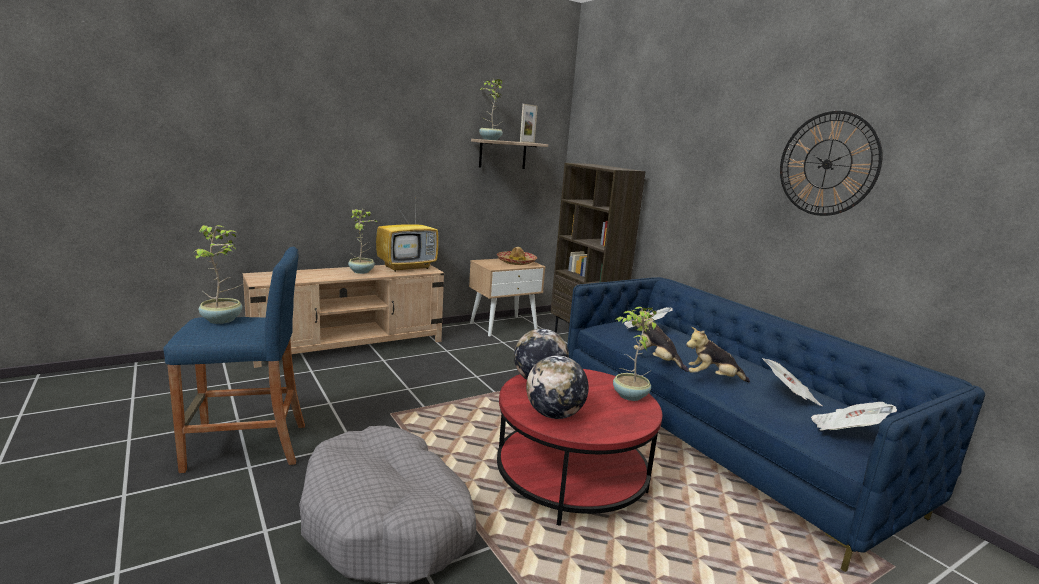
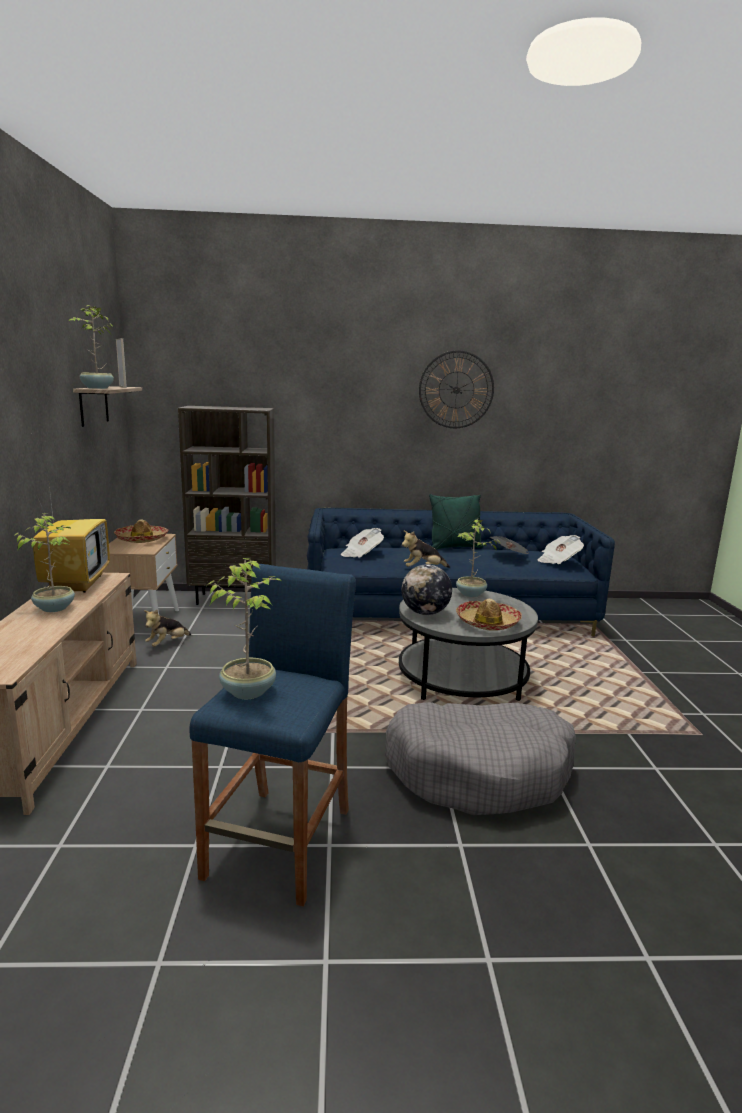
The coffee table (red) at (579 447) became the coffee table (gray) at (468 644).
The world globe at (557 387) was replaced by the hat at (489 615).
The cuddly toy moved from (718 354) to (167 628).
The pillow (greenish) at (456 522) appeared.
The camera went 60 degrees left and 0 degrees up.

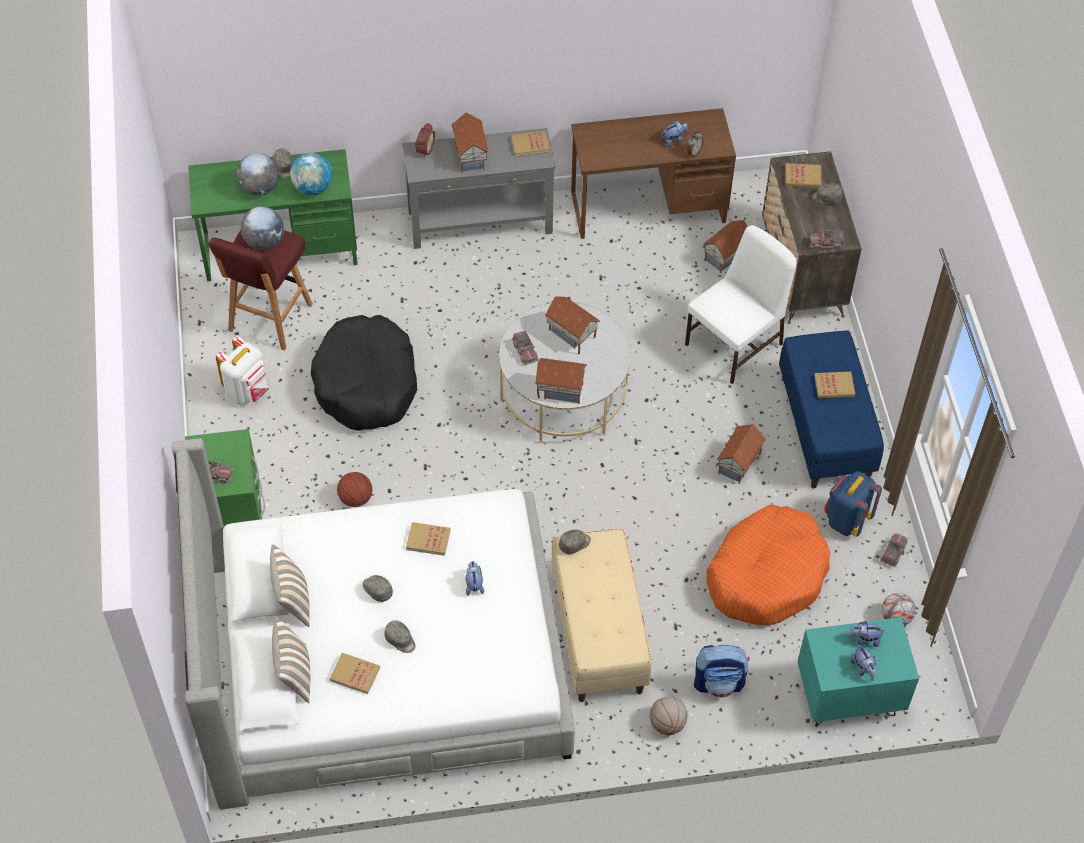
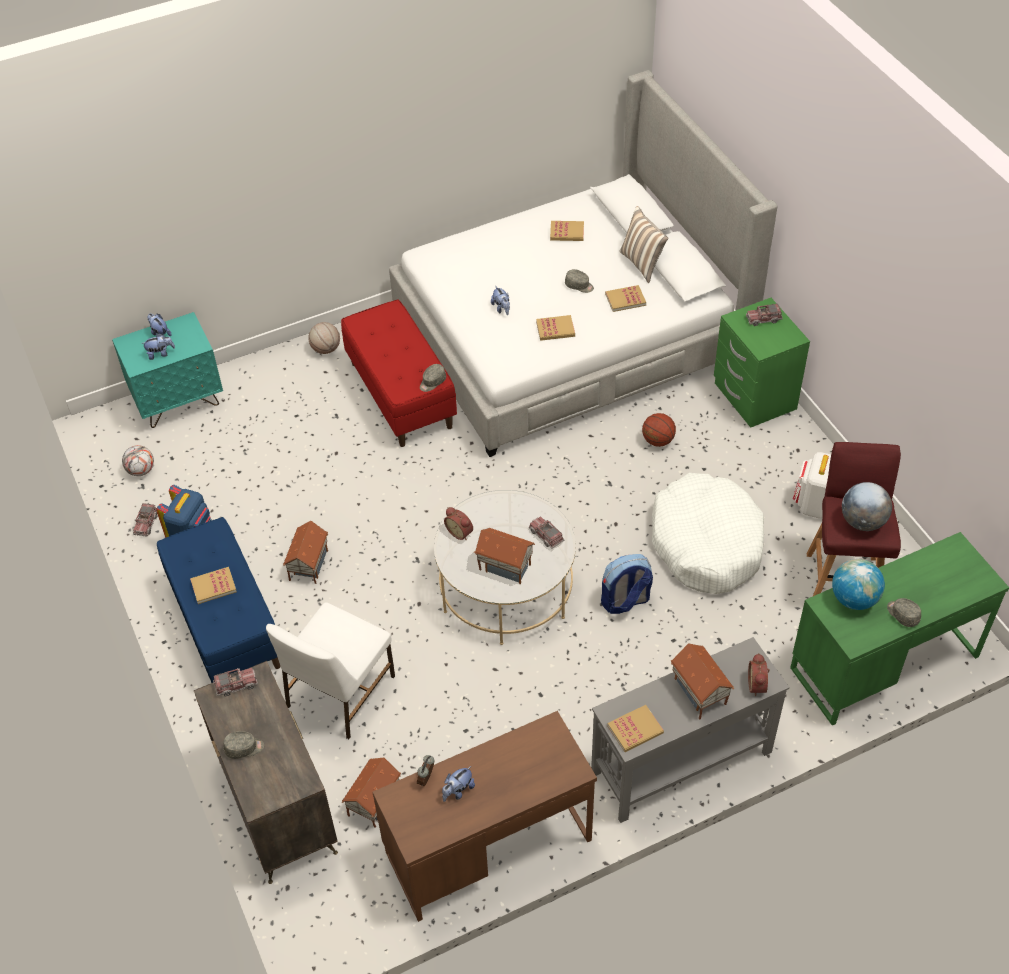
The world globe at (257 174) disappeared.
The pillow at (291 660) disappeared.
The pet bed (black) at (364 373) became the pet bed (white) at (708 533).
The baseball cap (gray) at (400 637) disappeared.
The toy house at (560 381) disappeared.
The bench (beige) at (602 615) became the bench (red) at (399 373).
The backpack moved from (722 671) to (627 584).
The pet bed (orange-coloured) at (768 565) disappeared.
The volume moved from (803 175) to (625 298).
The bedside clock at (458 523) appeared.
The camera went 165 degrees right and 5 degrees down.

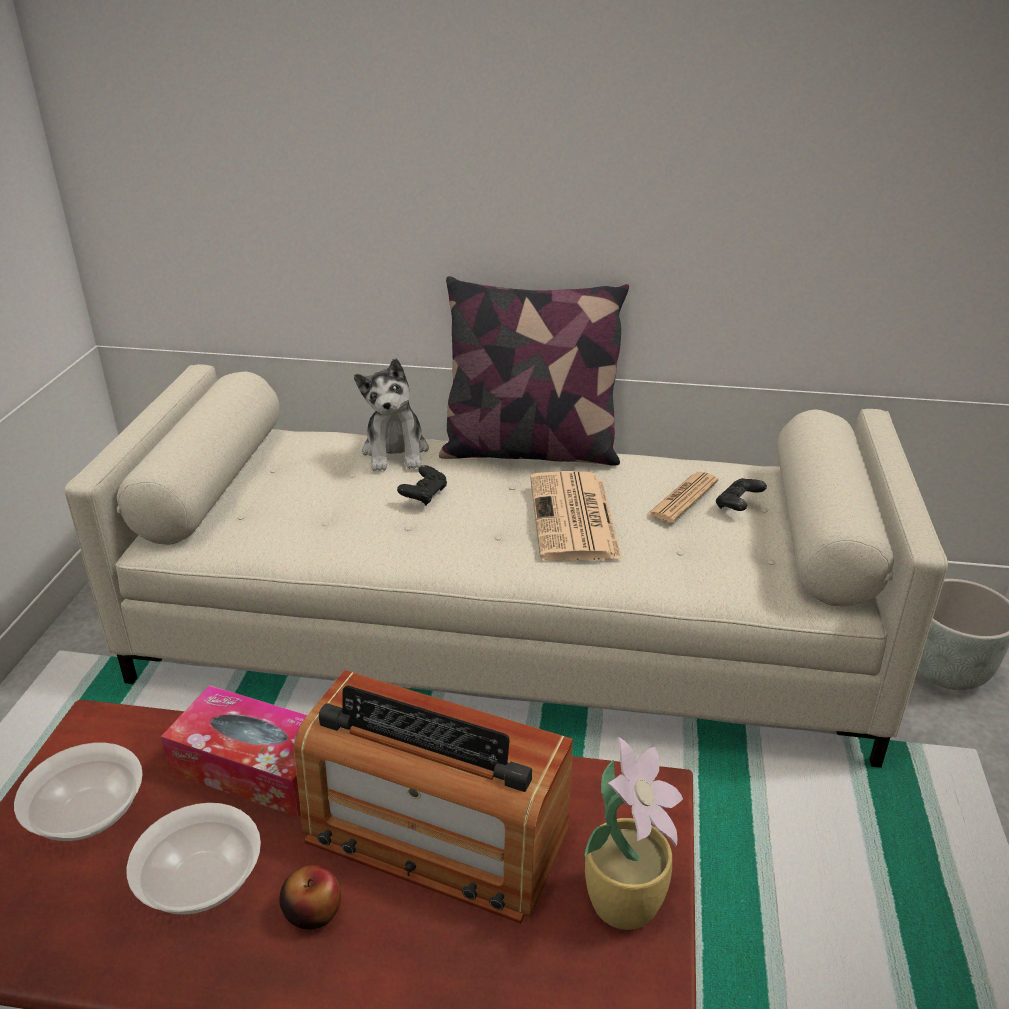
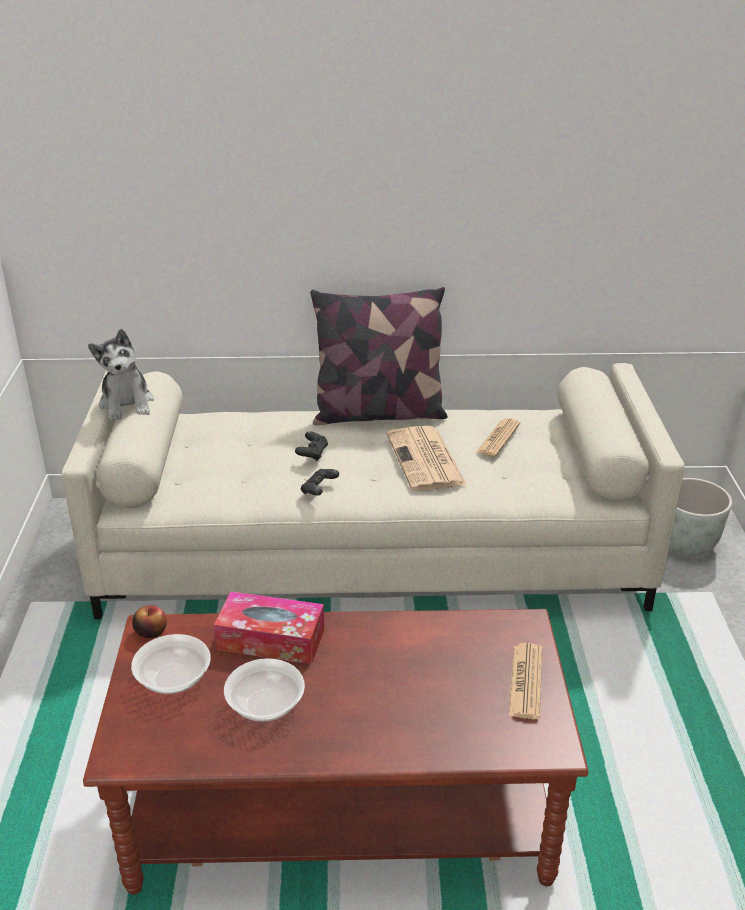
The whole apple moved from (310 897) to (149 621).
The radio receiver at (433 797) disappeared.
The cuddly toy moved from (391 414) to (121 375).
The houseplant at (634 833) was replaced by the printed paper at (525 681).
The joypad (black) moved from (741 494) to (320 482).
The camera went 10 degrees left and 0 degrees up.

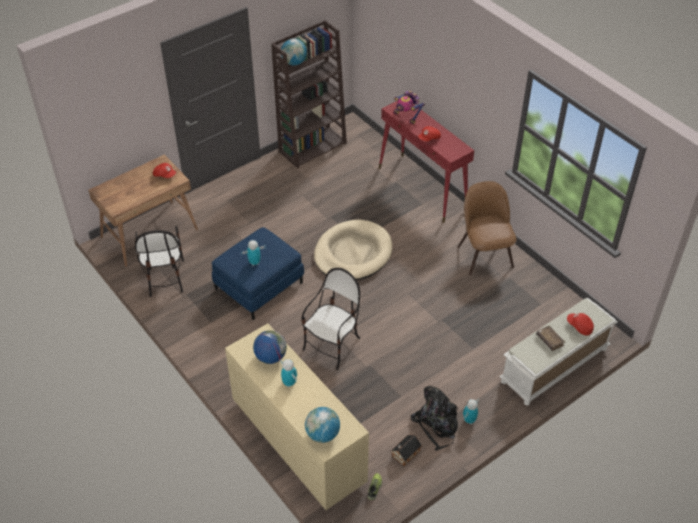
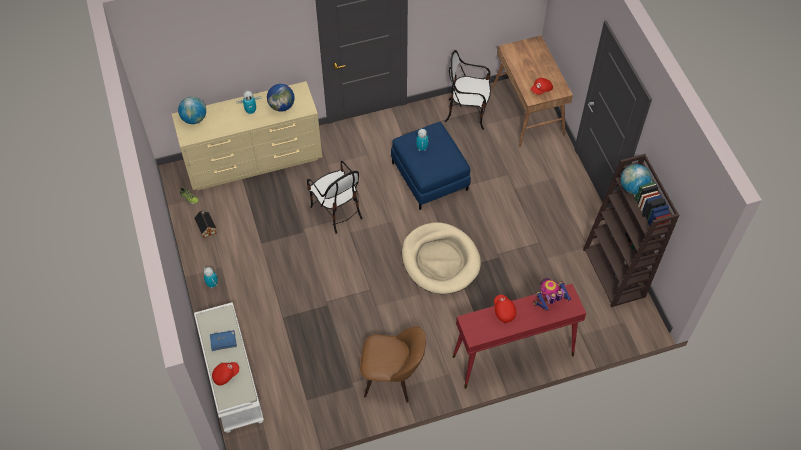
The backpack (black) at (435 418) disappeared.
The volume (brown) at (550 338) became the volume (blue-coloured) at (223 340).
The camera went 110 degrees right and 10 degrees up.

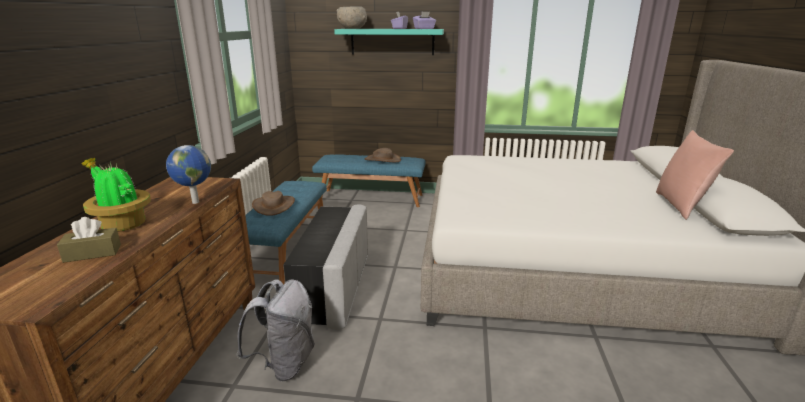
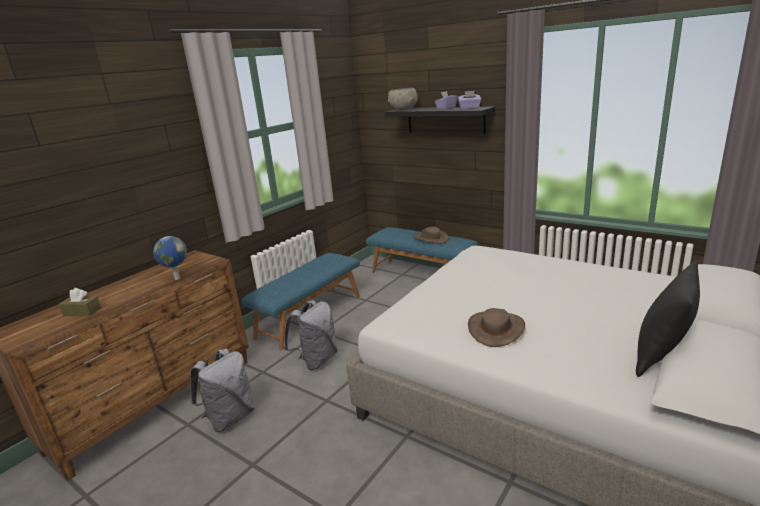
The houseplant at (116 195) disappeared.
The hat (brown) moved from (273 203) to (496 327).
The pouffe (gray) at (325 267) was replaced by the backpack (gray) at (311 335).
The wall shelf (turquoise) at (389 42) became the wall shelf (black) at (440 120).
The pillow (pink-coloured) at (695 175) became the pillow (black) at (668 319).
The camera went 30 degrees right and 0 degrees up.

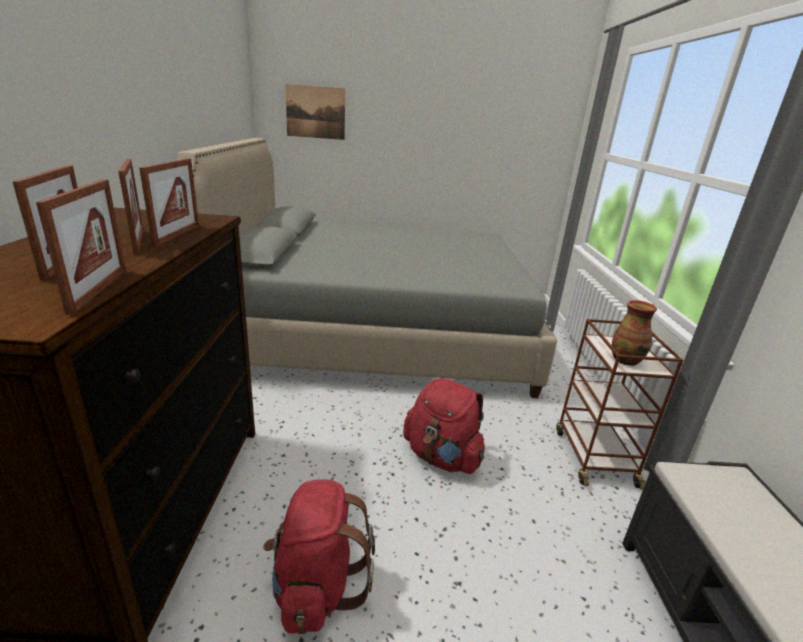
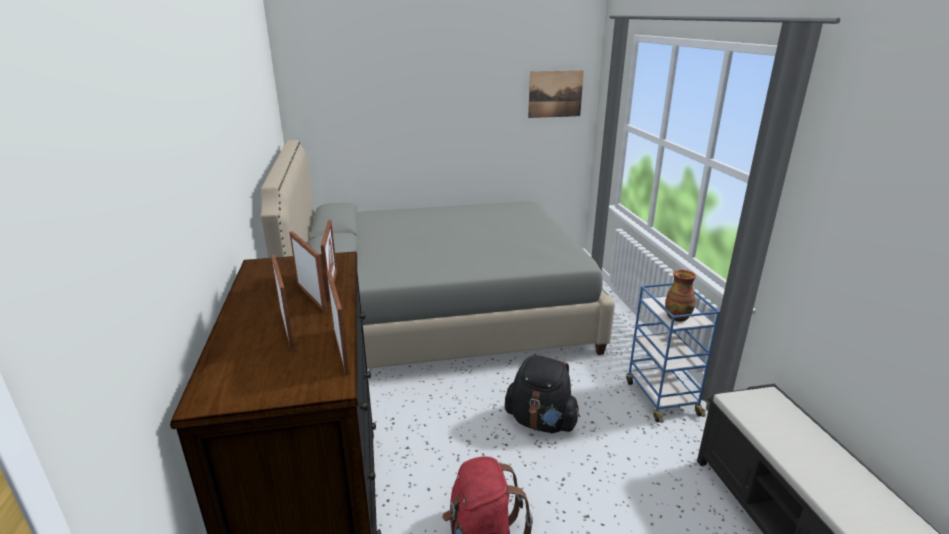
The wall art moved from (315 112) to (556 94).
The backpack (red) at (444 426) became the backpack (black) at (542 394).
The wheeled cart (brown) at (619 404) became the wheeled cart (blue-coloured) at (673 353).
The camera went 10 degrees left and 0 degrees up.

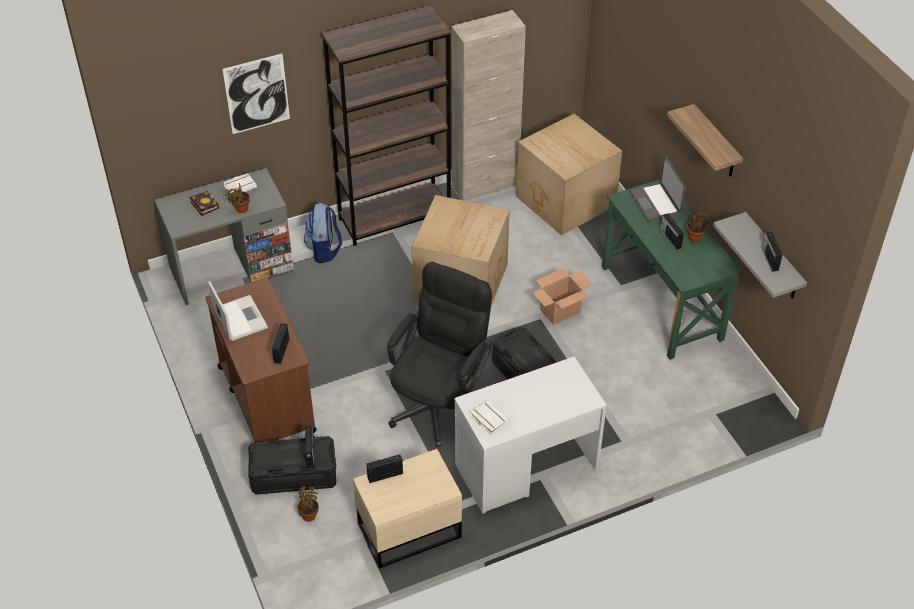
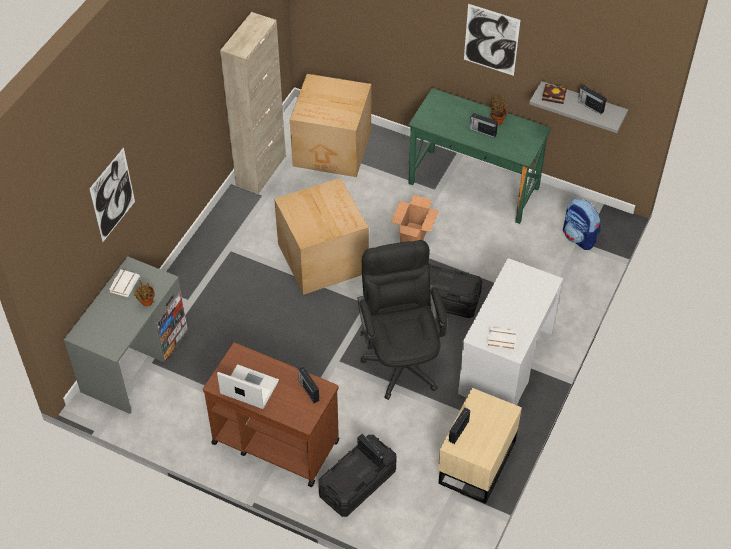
The volume moved from (204 203) to (554 94).
The houseplant at (308 504) disappeared.
The backpack moved from (323 233) to (582 224).
The bookshelf (brown) at (386 125) disappeared.
The portable computer at (657 189) disappeared.
The wall shelf at (705 140) was replaced by the wall art at (492 40).
The camera went 40 degrees left and 5 degrees up.

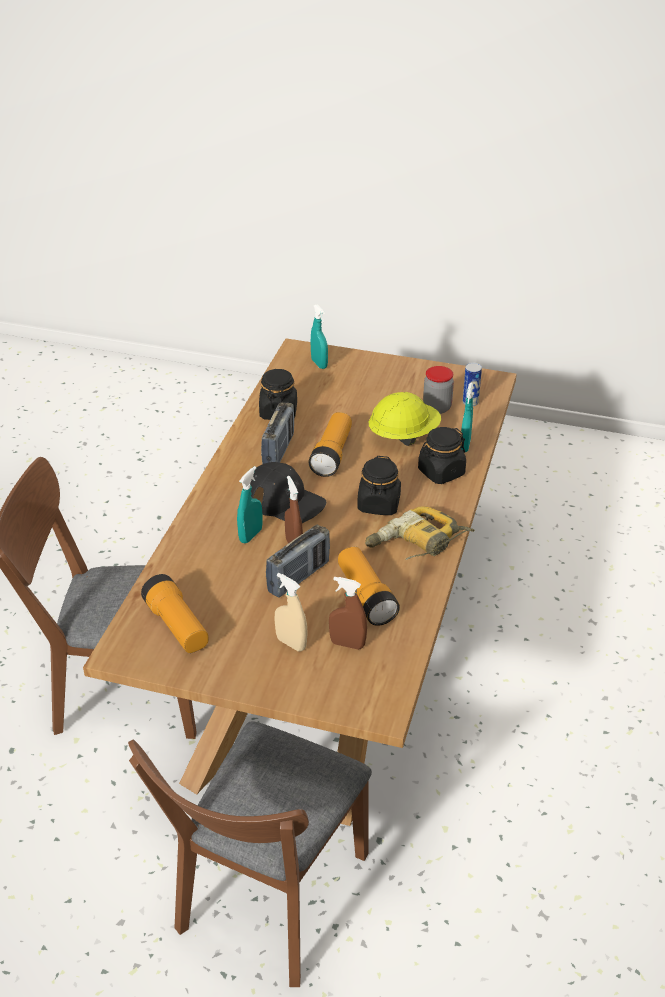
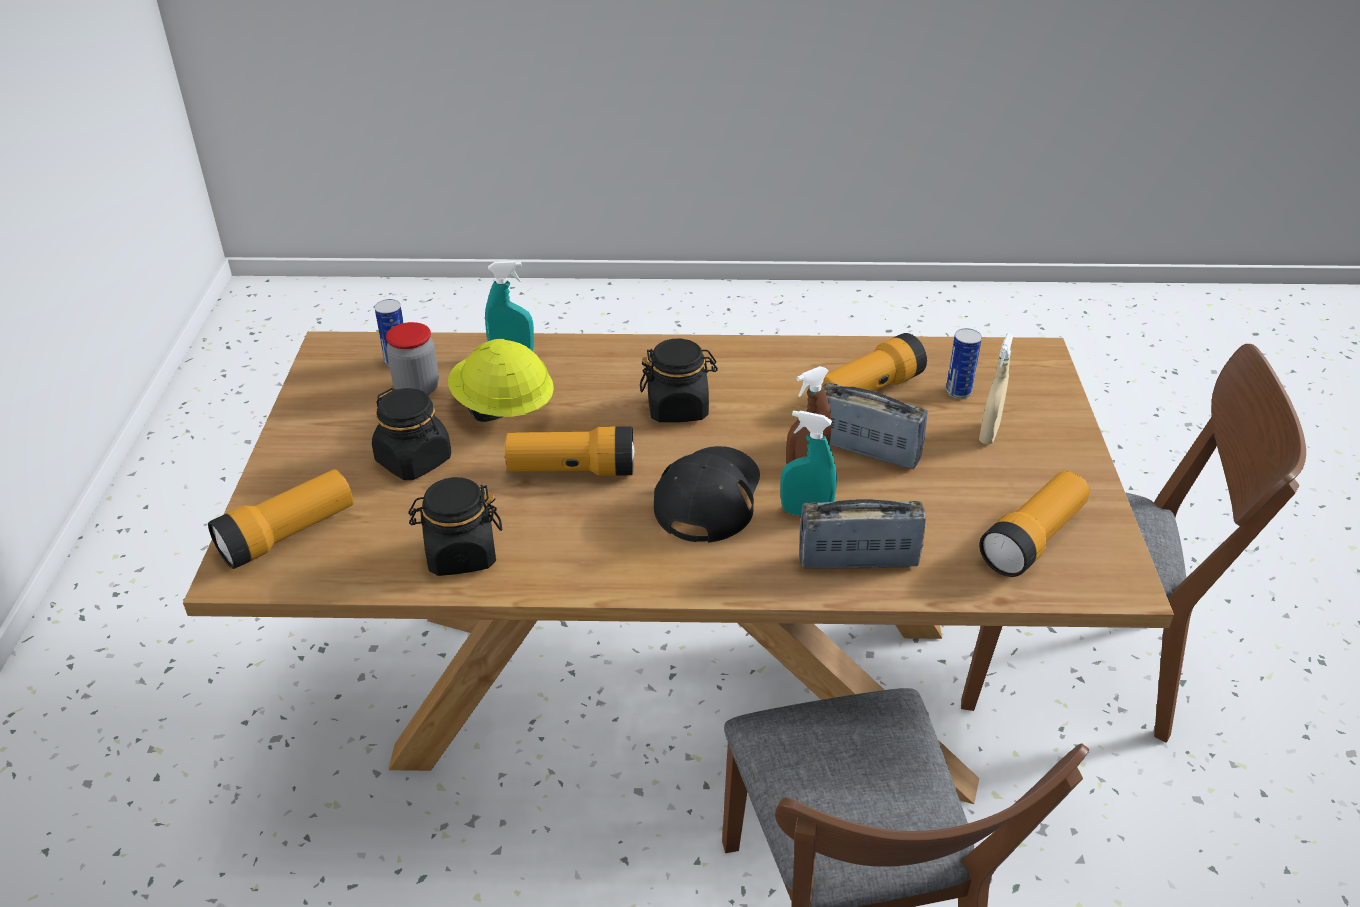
The radio receiver moved from (277 433) to (862 534).
The sprayer (turquoise) at (319 336) was replaced by the flashlight at (280 519).
The sprayer (brown) at (348 613) was replaced by the sealed can at (964 363).
The power drill at (420 533) disappeared.
The preserve jar (black) moved from (442 455) to (411 434).
The camera went 105 degrees left and 0 degrees up.

